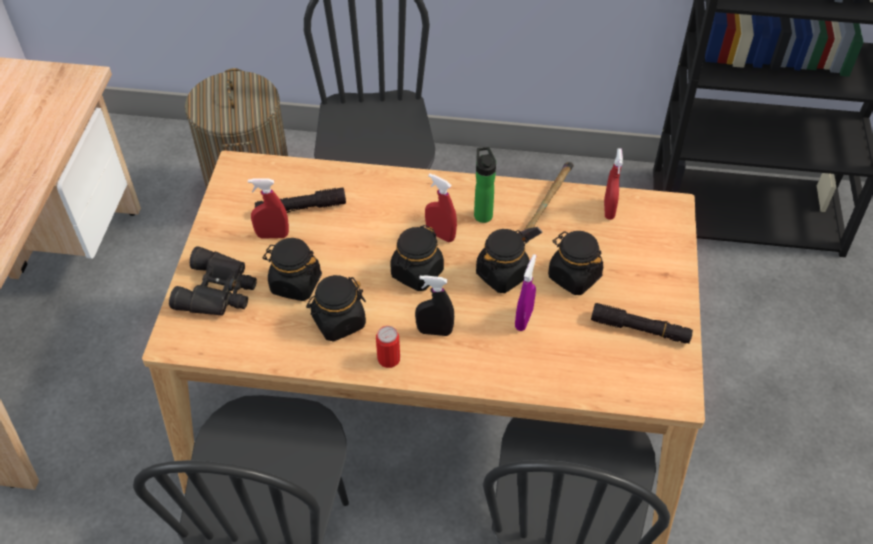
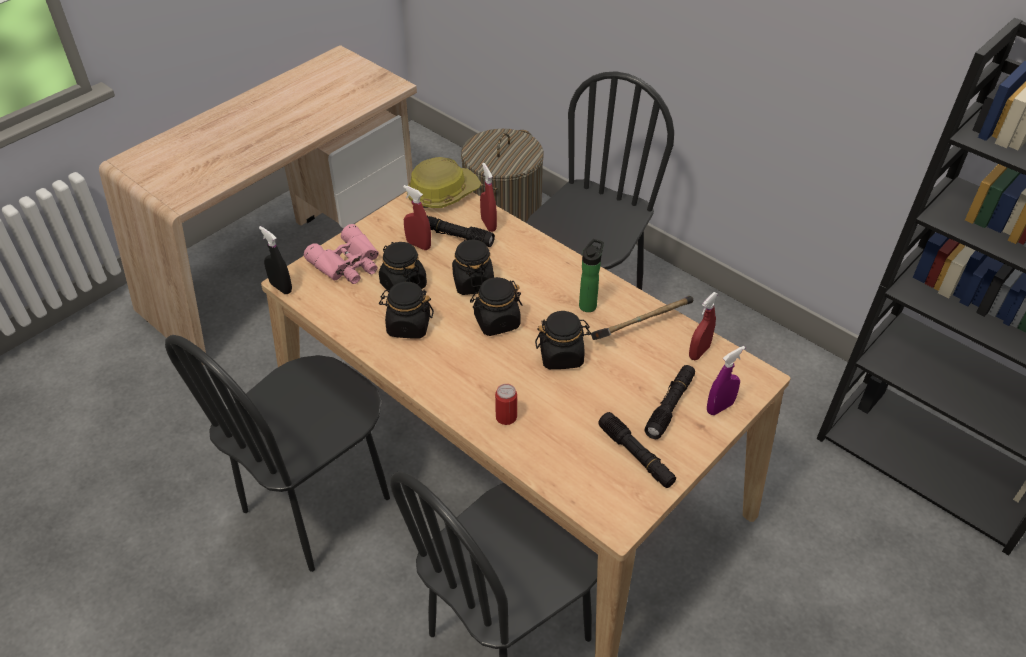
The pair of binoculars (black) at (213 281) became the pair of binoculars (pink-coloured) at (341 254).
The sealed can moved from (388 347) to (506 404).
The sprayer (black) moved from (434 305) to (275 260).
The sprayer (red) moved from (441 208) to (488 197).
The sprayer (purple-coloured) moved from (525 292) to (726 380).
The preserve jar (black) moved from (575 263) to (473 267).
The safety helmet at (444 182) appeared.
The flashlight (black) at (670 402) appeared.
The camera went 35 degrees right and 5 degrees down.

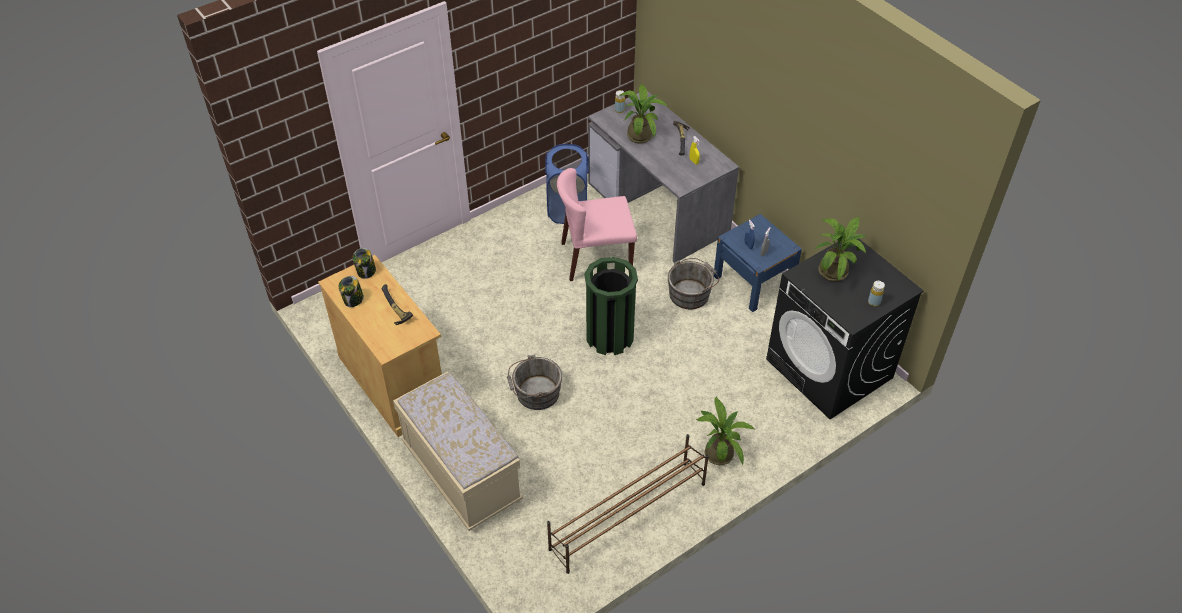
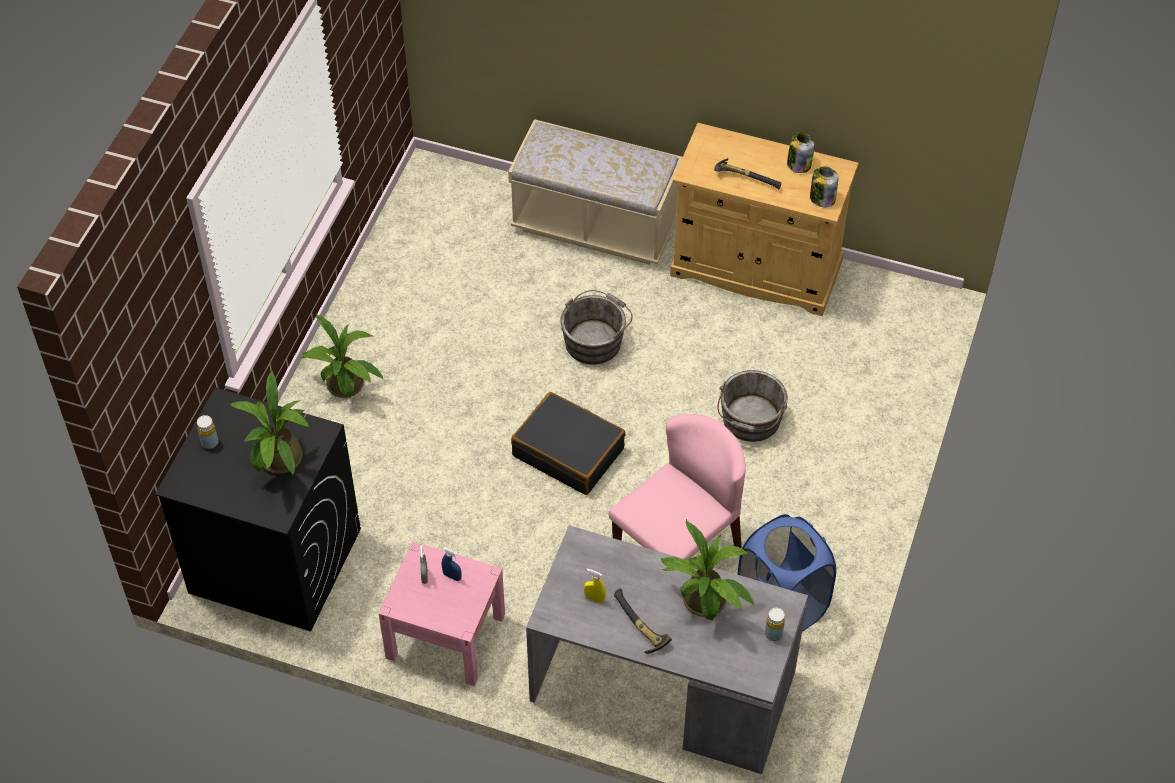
The shoe shelf (brown) at (628 504) disappeared.
The rubbish bin (greenish) at (611 306) was replaced by the piece of luggage (black) at (568 443).
The pail (gray) moved from (693 283) to (752 406).
The nightstand (blue-coloured) at (758 263) became the nightstand (pink-coloured) at (441 613).
The camera went 145 degrees right and 5 degrees up.

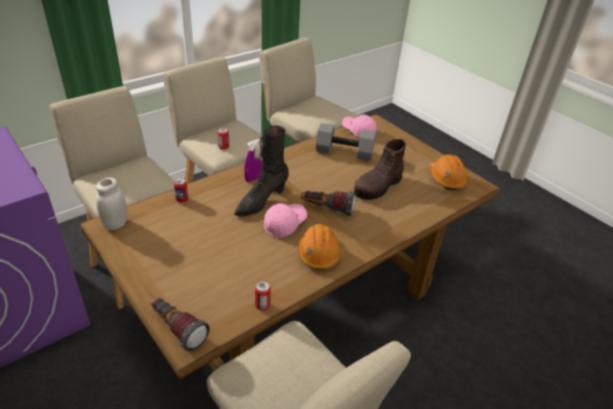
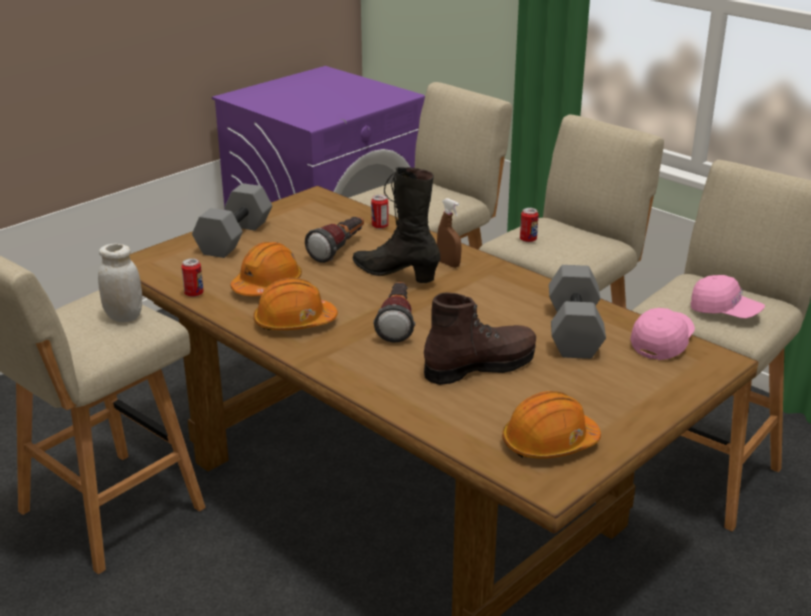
The preserve jar (white) moved from (111 204) to (120 283).
The flashlight moved from (180 324) to (334 240).
The sprayer (purple-coloured) at (253 160) became the sprayer (brown) at (449 233).
The baseball cap (pink-coloured) moved from (285 220) to (728 297).
The high-top boot (brown) at (380 169) turned 120 degrees clockwise.
The free weight (gray) at (232 220) appeared.
The safety helmet (orange-coloured) at (266 269) appeared.
The camera went 85 degrees right and 10 degrees down.

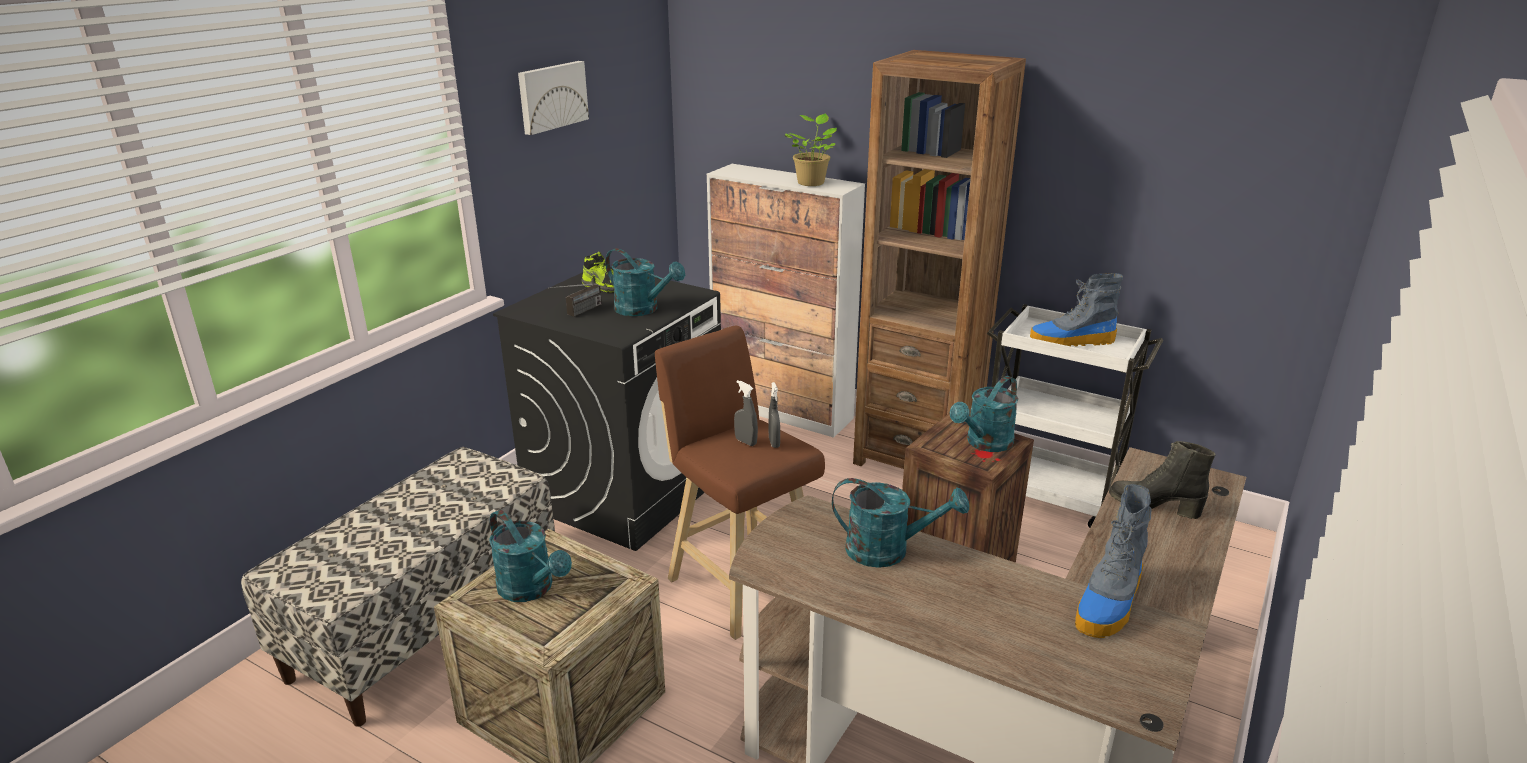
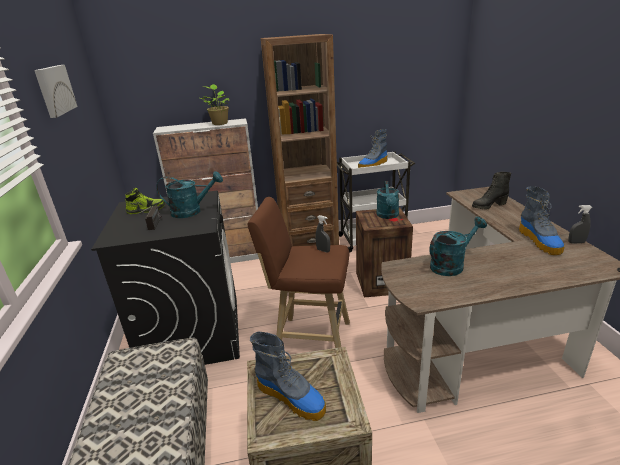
The watering pot (turquoise) at (530 556) was replaced by the high-top boot at (288 376).
The sprayer (gray) moved from (746 413) to (580 224).
The camera went 40 degrees left and 0 degrees up.

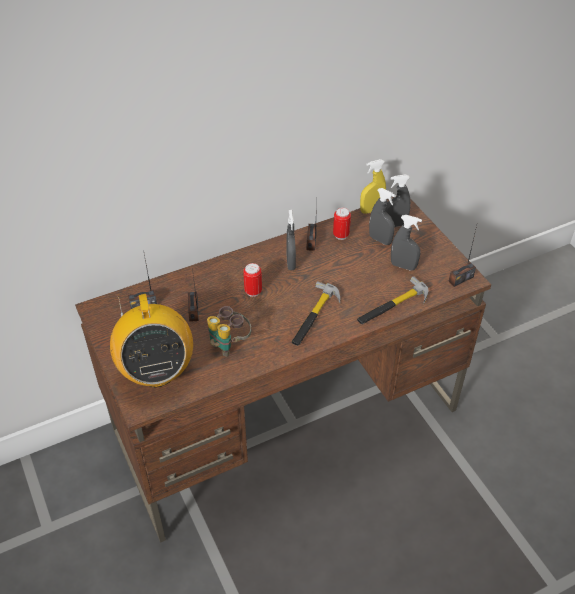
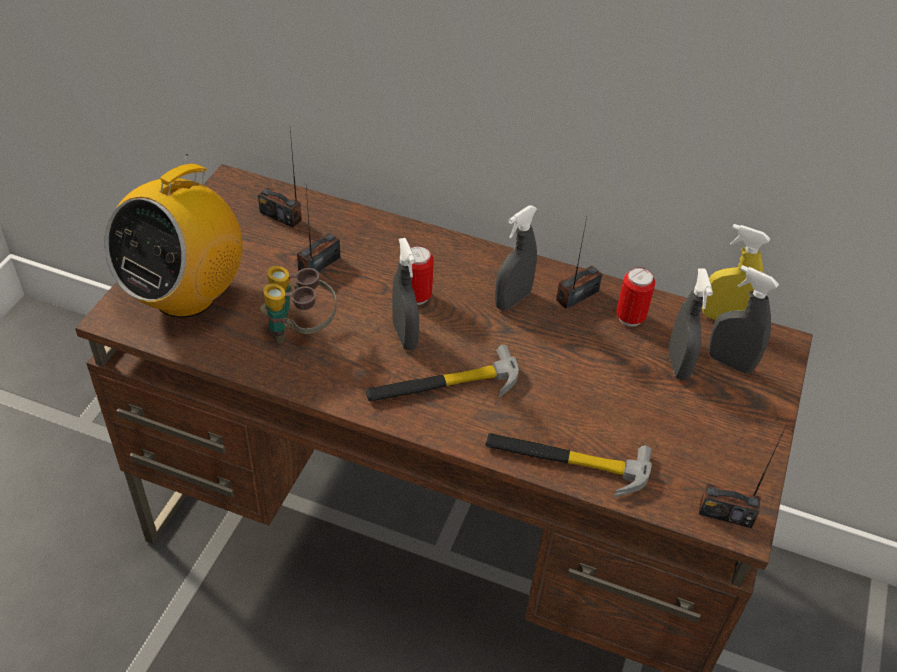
The sprayer (gray) moved from (406 243) to (405 294).
The camera went 45 degrees right and 0 degrees up.

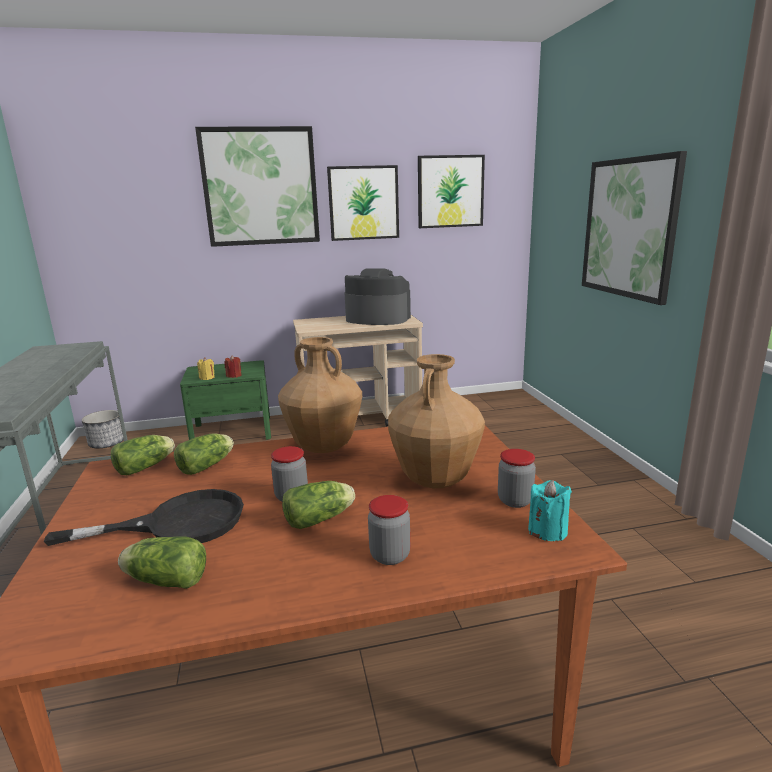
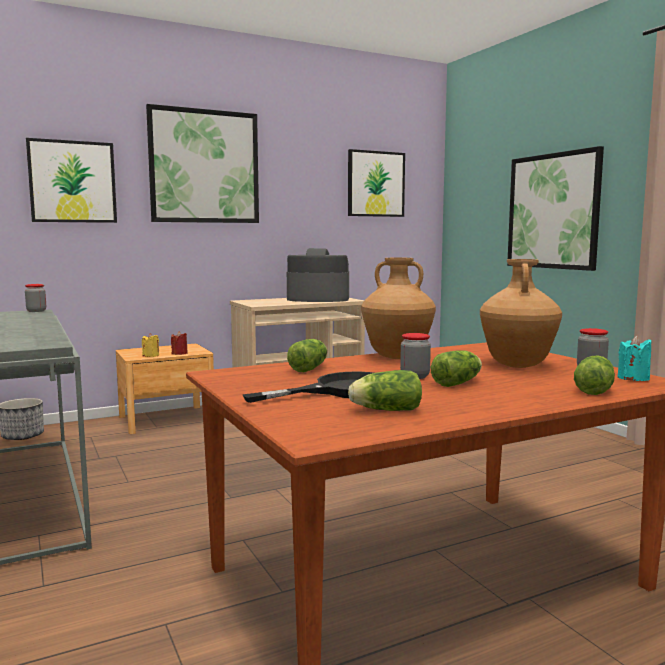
The head of lettuce moved from (143 455) to (594 375).
The nightstand (greenish) at (225 400) became the nightstand (brown) at (165 389).
The wall art moved from (363 203) to (71 180).
The preserve jar moved from (389 530) to (35 298).
The camera went 15 degrees left and 10 degrees down.

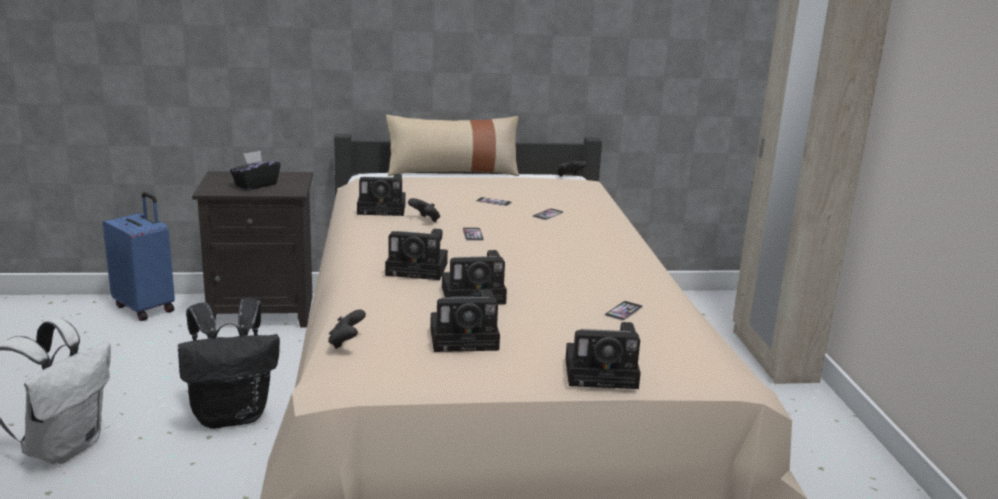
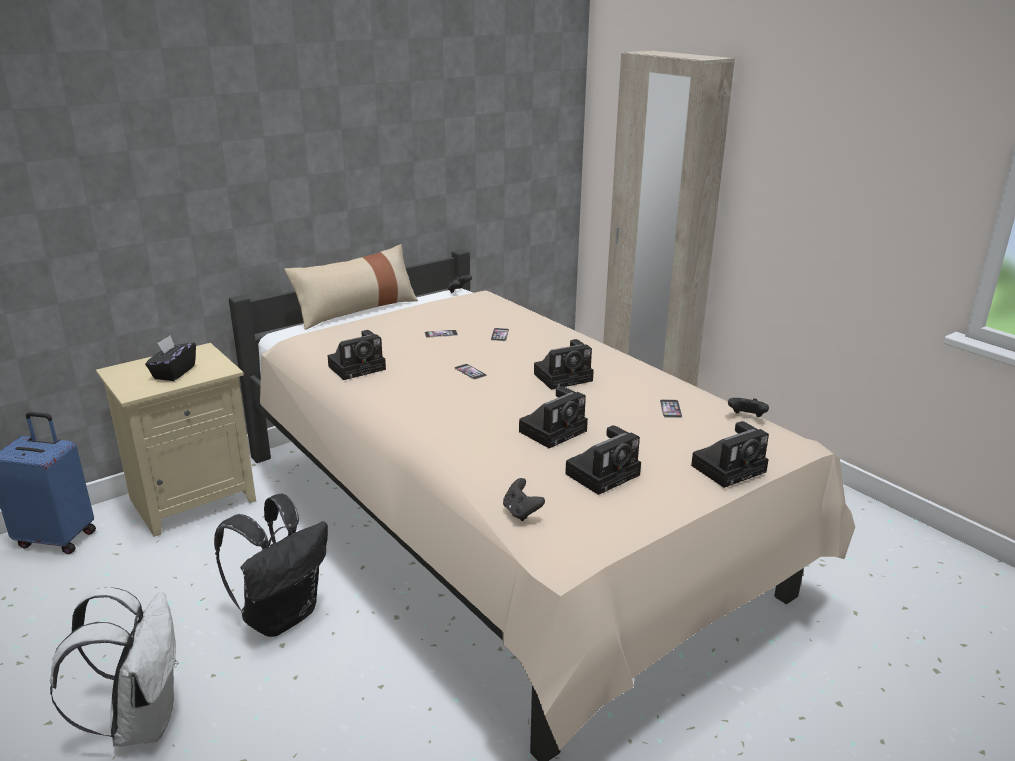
The nightstand (black) at (252 249) became the nightstand (beige) at (176 440).
The still camera moved from (416 254) to (564 364).
The joypad (black) moved from (424 210) to (748 407).
The camera went 30 degrees left and 5 degrees up.

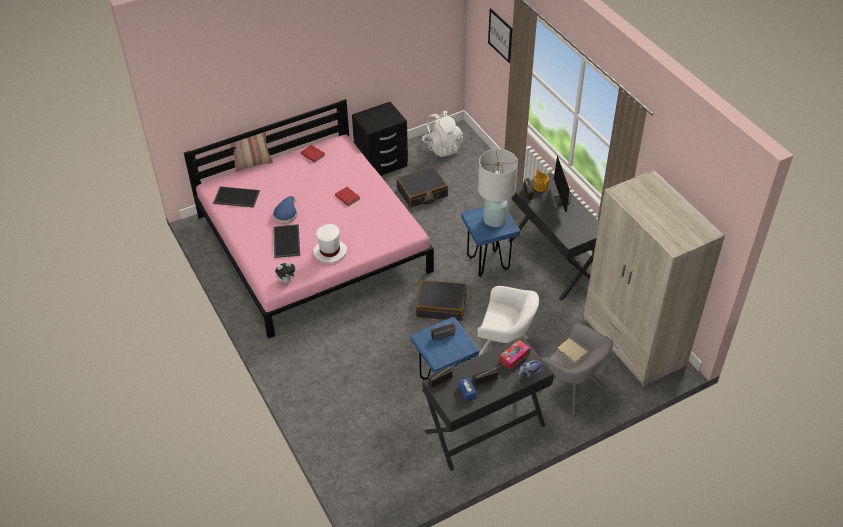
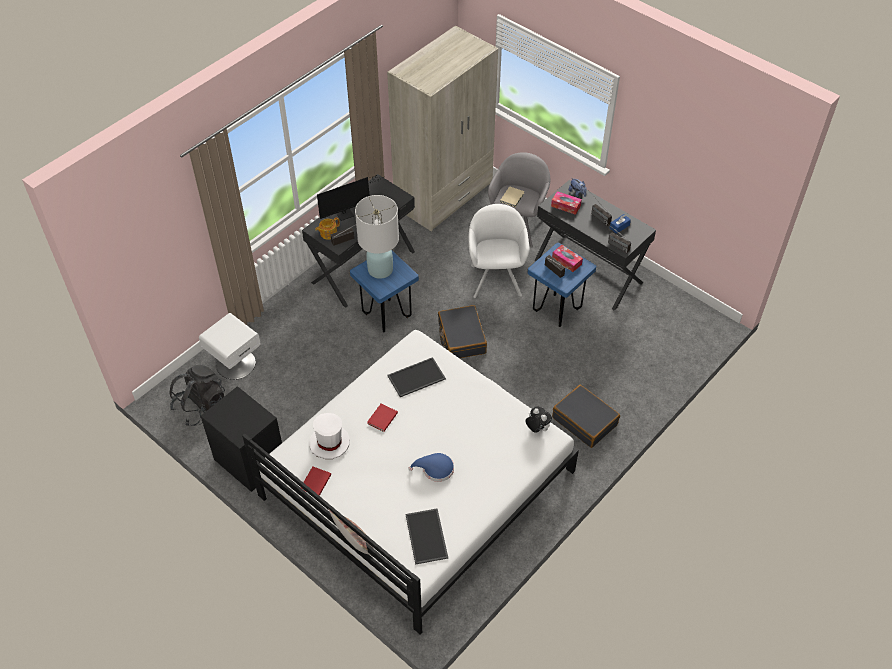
The bed (pink-coloured) at (309 219) became the bed (white) at (410 482).
The carrying tray moved from (286 241) to (416 377).
The hat (white) moved from (330 243) to (329 436).
The piece of luggage (black) moved from (422 187) to (586 416).
The backpack (white) at (442 134) became the backpack (black) at (197 395).
The wall art at (500 35) disappeared.
The nightstand (white) at (230 346) appeared.
The tissue holder at (567 258) appeared.
The camera went 110 degrees left and 5 degrees up.

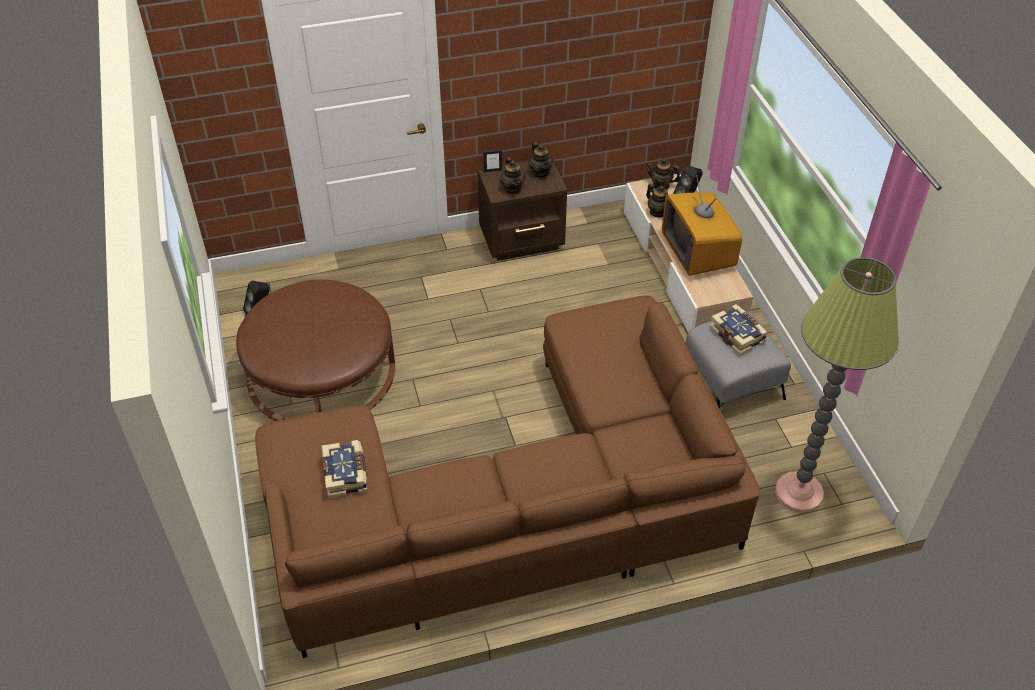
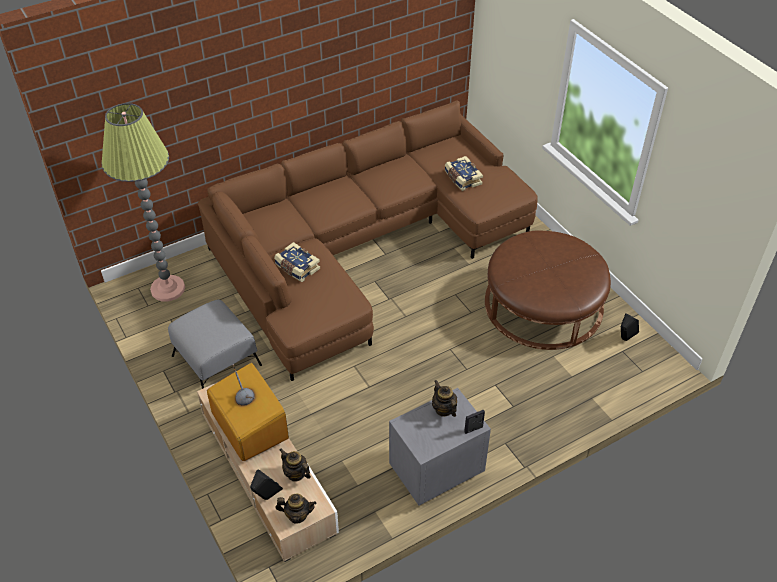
The nightstand (brown) at (522 210) became the nightstand (gray) at (440 447).
The tea pot at (540 160) disappeared.
The volume moved from (738 330) to (297 262).
The camera went 165 degrees right and 0 degrees up.

